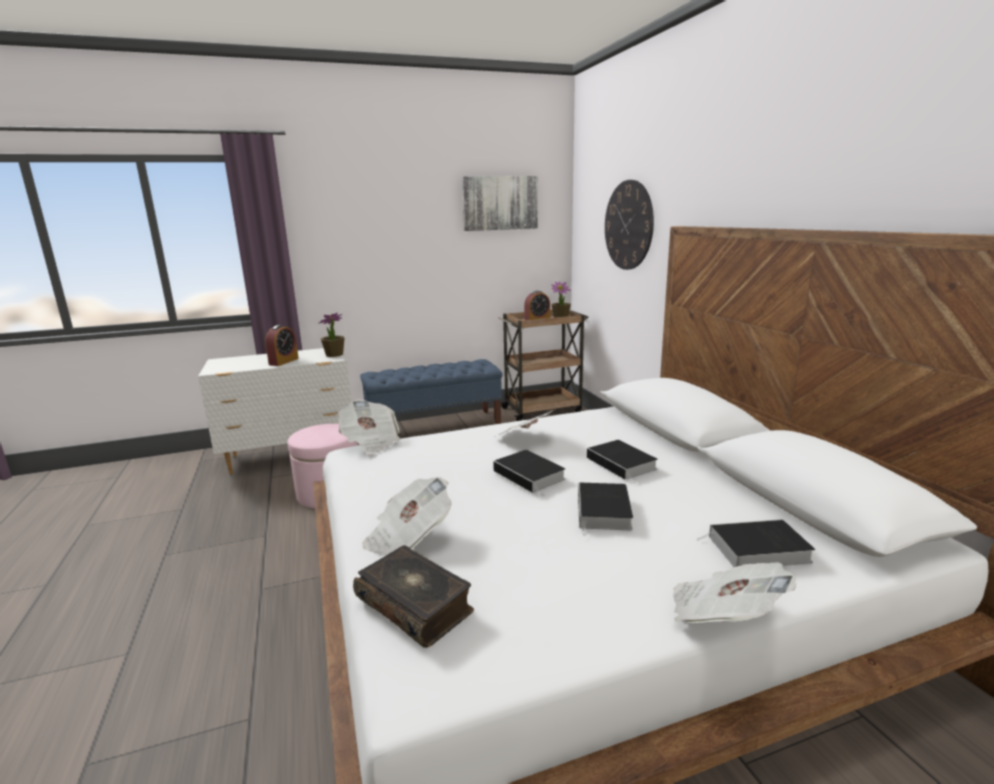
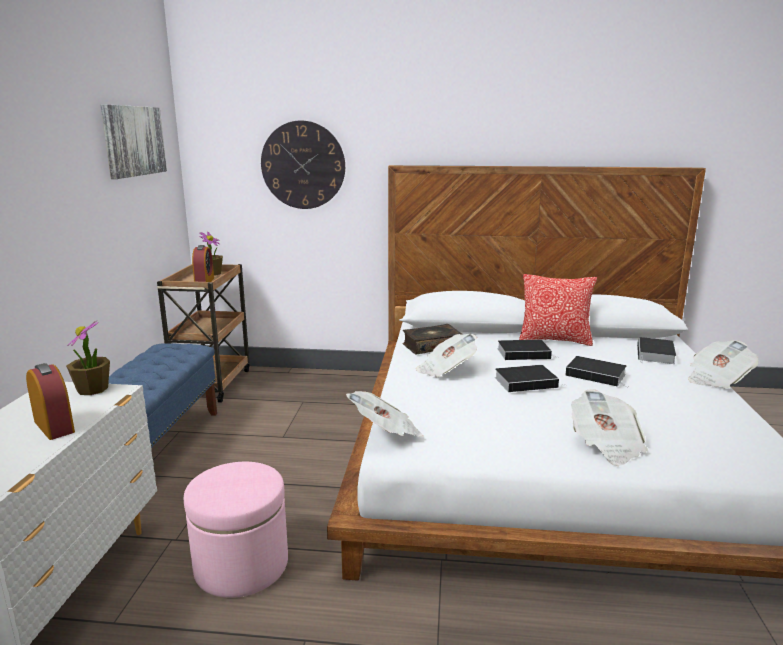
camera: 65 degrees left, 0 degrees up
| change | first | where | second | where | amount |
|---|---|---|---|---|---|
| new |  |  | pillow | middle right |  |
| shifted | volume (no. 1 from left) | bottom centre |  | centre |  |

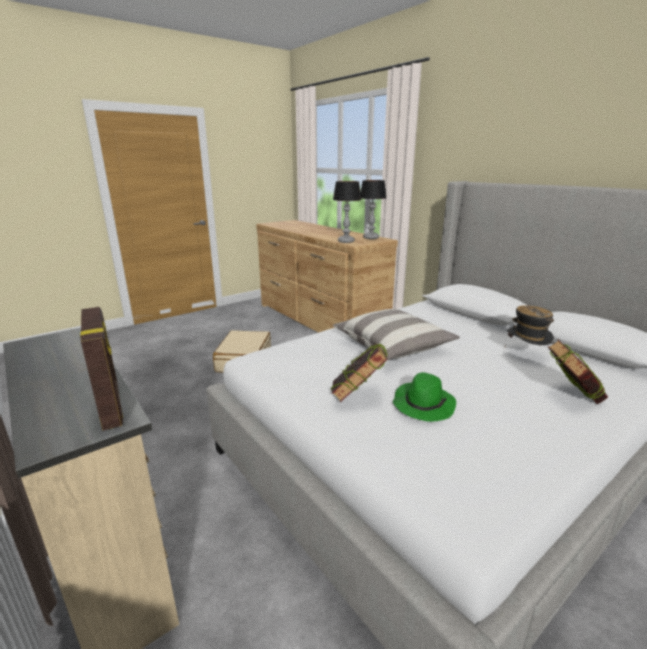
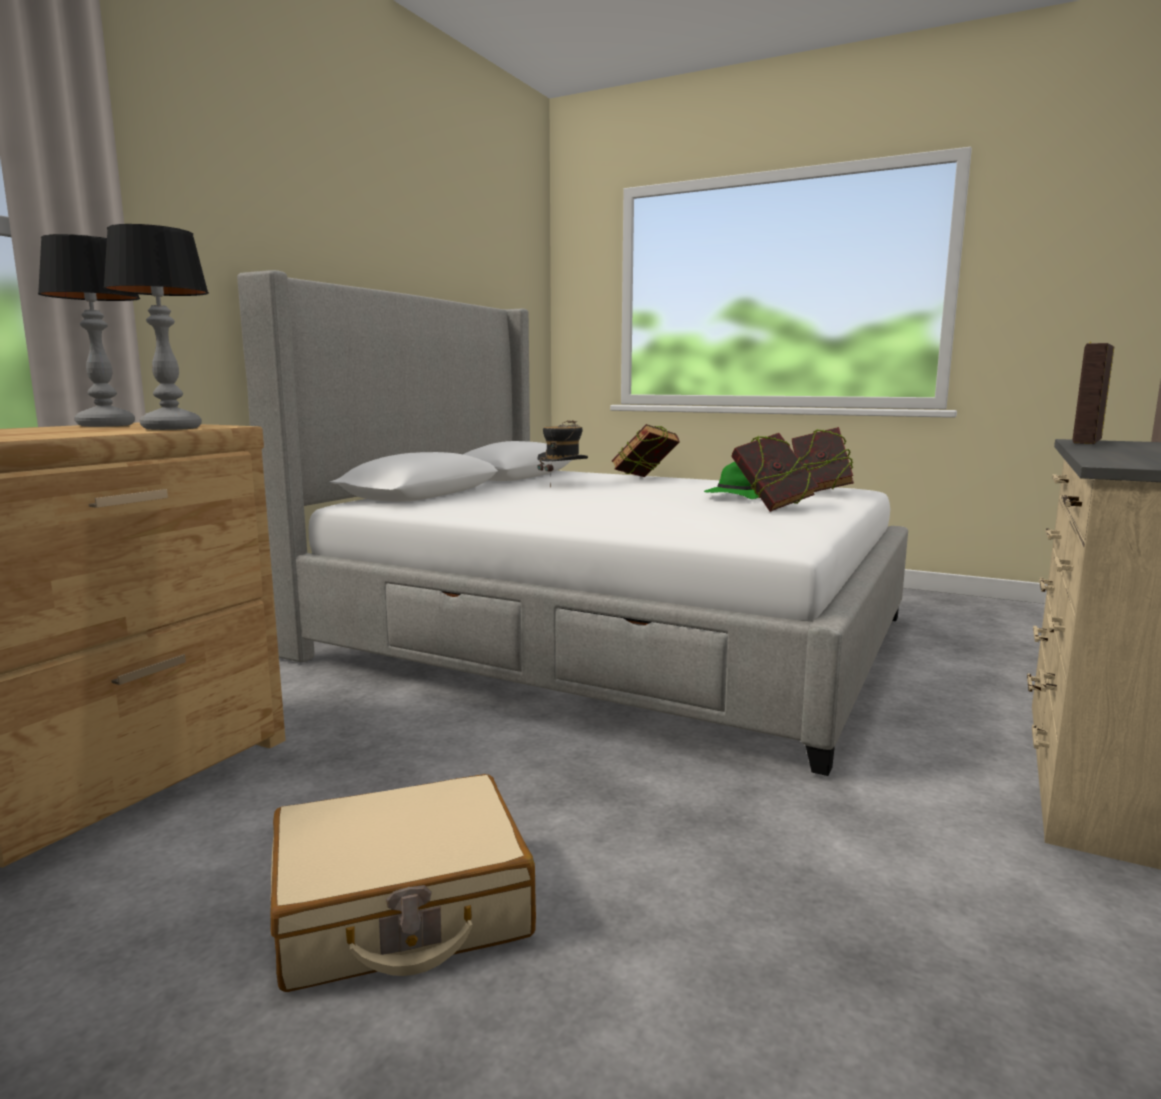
camera: 115 degrees left, 10 degrees down
| change | first | where | second | where | amount |
|---|---|---|---|---|---|
| gone | pillow | centre |  |  |  |
| new |  |  | volume (no. 3 from left) | middle right |  |

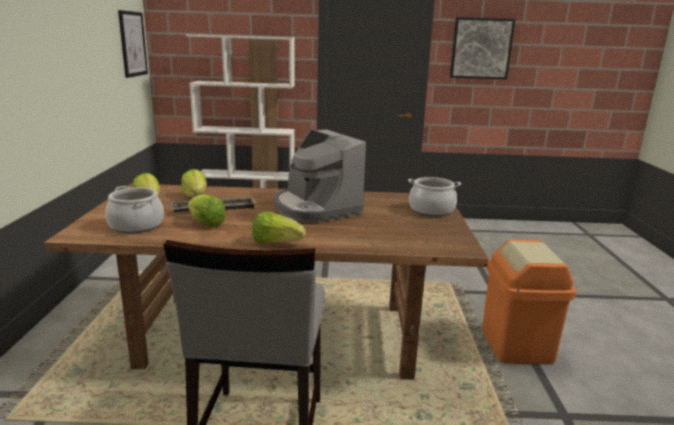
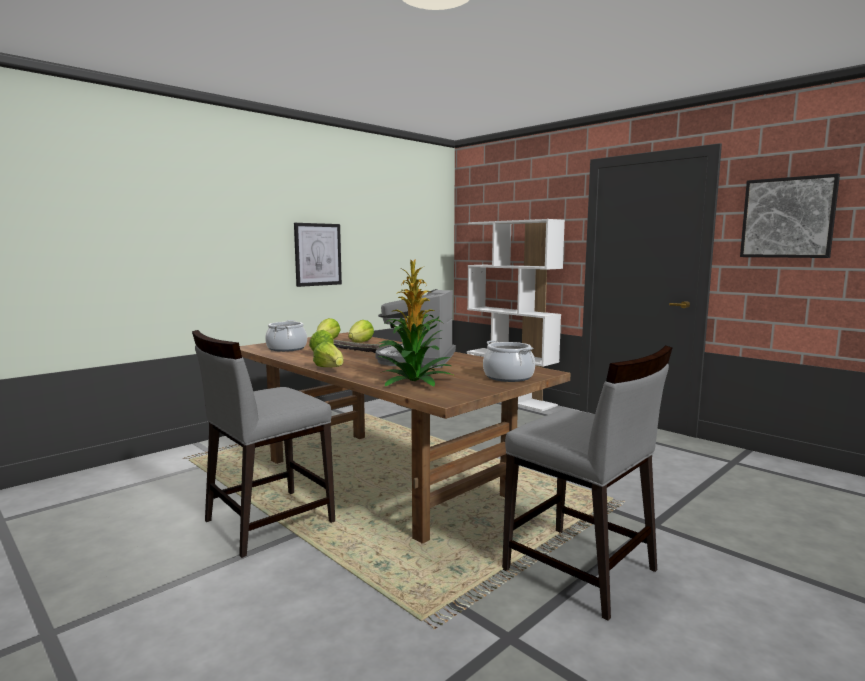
camera: 45 degrees right, 10 degrees down
| change | first | where | second | where | amount |
|---|---|---|---|---|---|
| new |  |  | houseplant | centre |  |
| shifted | picture (no. 1 from left) | top left |  | centre |  |
| swapped | rubbish bin in orangey | bottom right | plain chair in greyish (no. 2 from left) | bottom right |  |

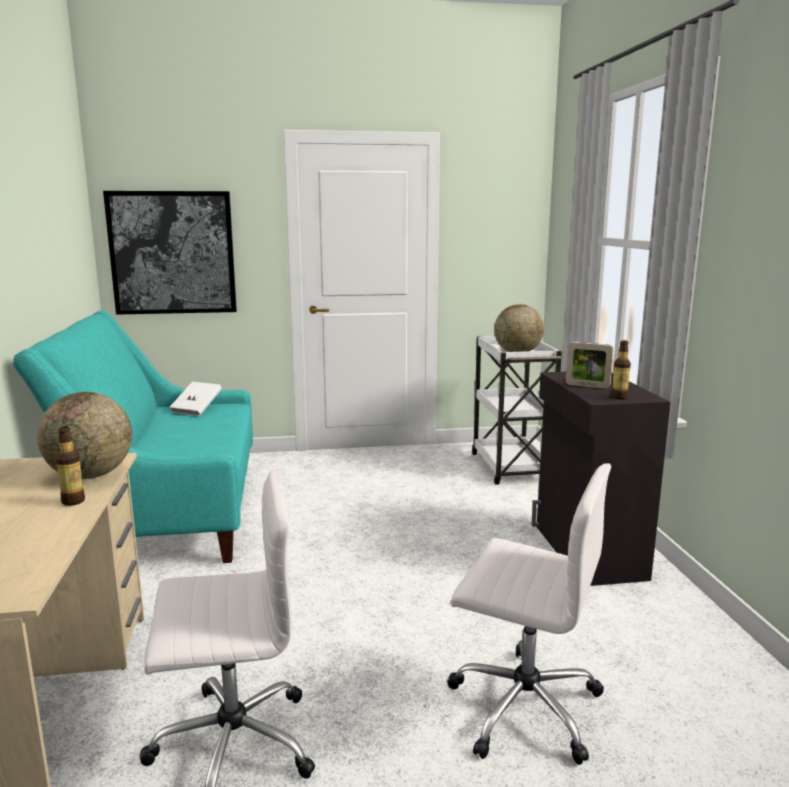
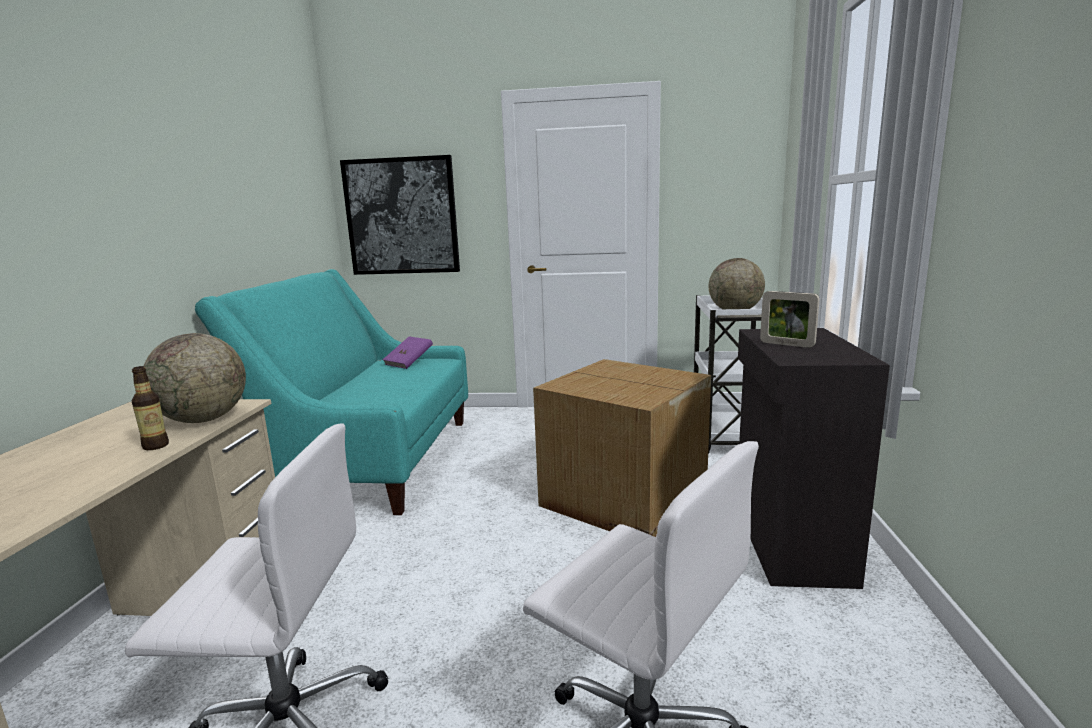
camera: 15 degrees right, 0 degrees up
| change | first | where | second | where | amount |
|---|---|---|---|---|---|
| gone | bottle (no. 2 from left) | middle right |  |  |  |
| new |  |  | cardboard box | centre |  |
| repainted | volume in whitish | middle left | volume in purple-coloured | centre |  |

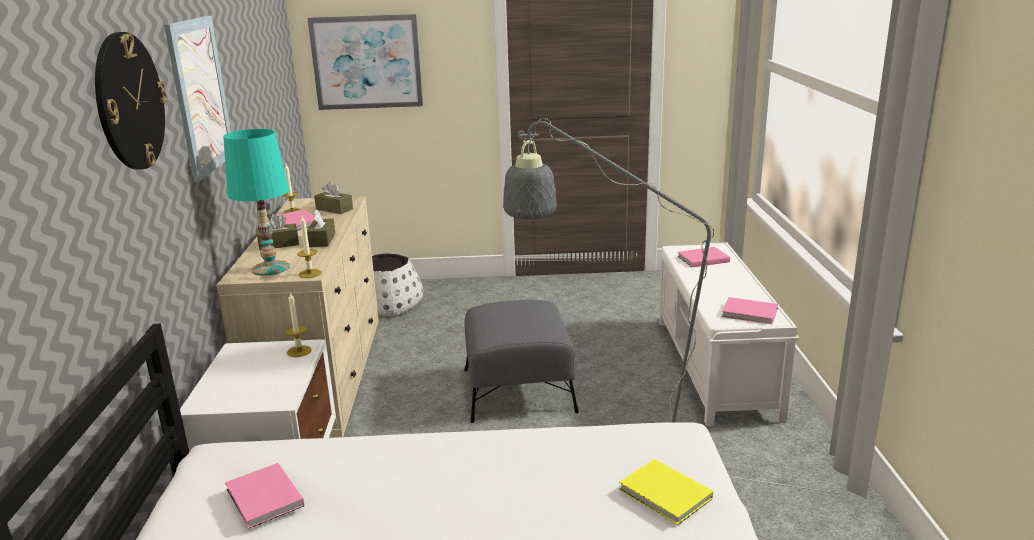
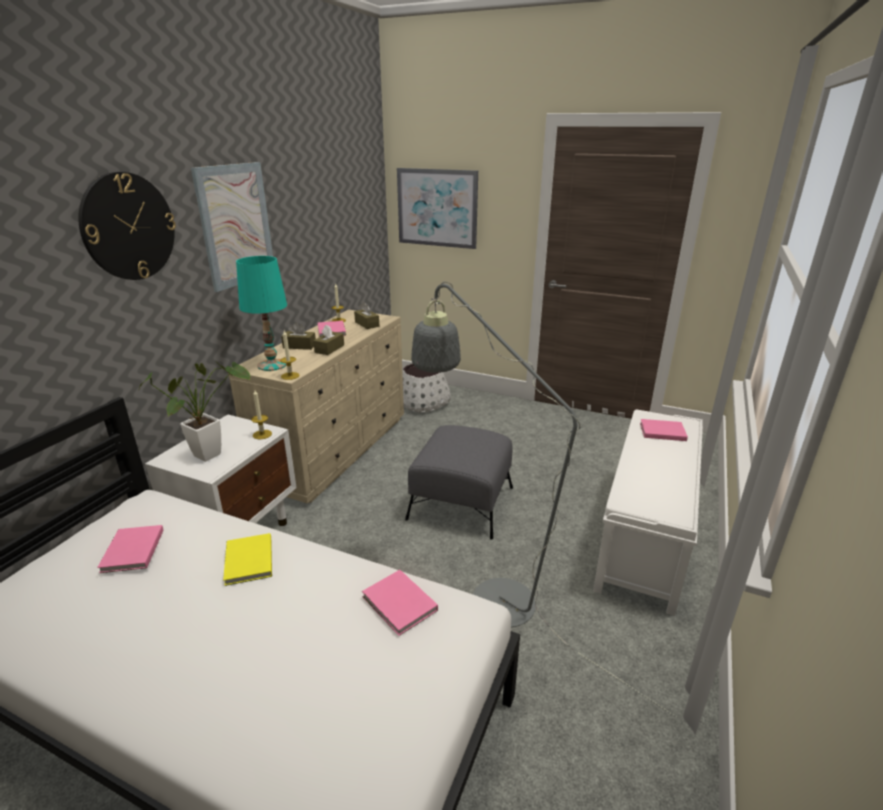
camera: 25 degrees right, 5 degrees up
| change | first | where | second | where | amount |
|---|---|---|---|---|---|
| new |  |  | houseplant | middle left |  |
| shifted | volume in yellowish | bottom centre |  | bottom left |  |
| shifted | volume in pink (no. 4 from left in the first image) | middle right | volume in pink (no. 3 from left) | bottom centre |  |

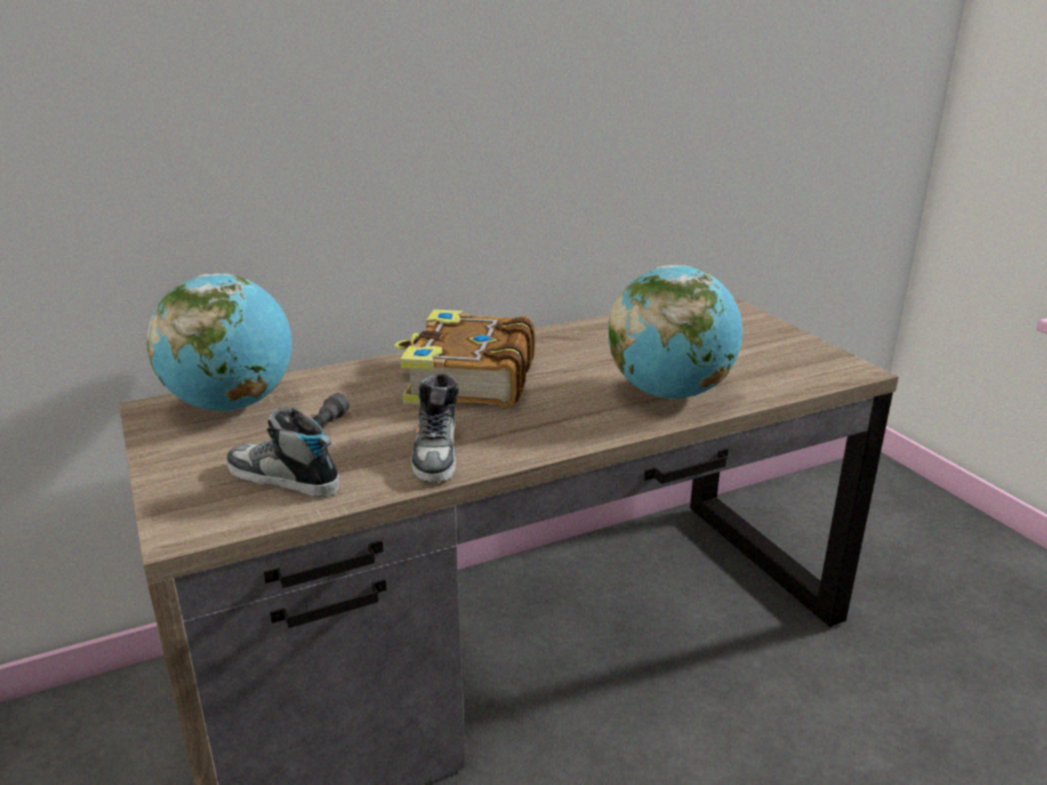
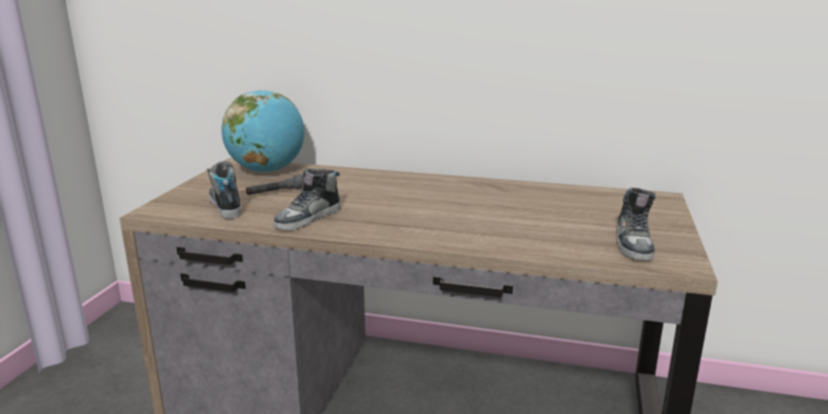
camera: 40 degrees right, 5 degrees down
| change | first | where | second | where | amount |
|---|---|---|---|---|---|
| gone | volume | centre |  |  |  |
| gone | globe (no. 2 from left) | centre |  |  |  |
| new |  |  | low shoe (no. 3 from left) | middle right |  |

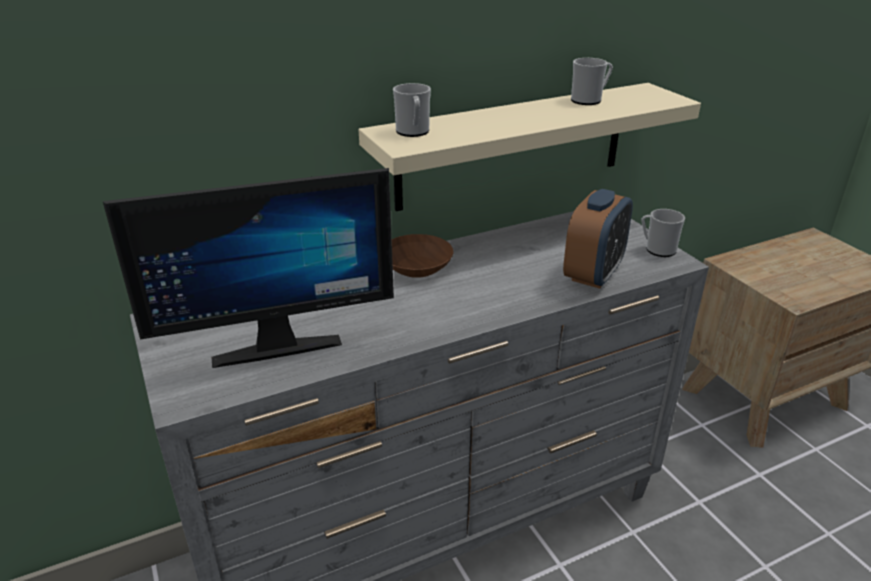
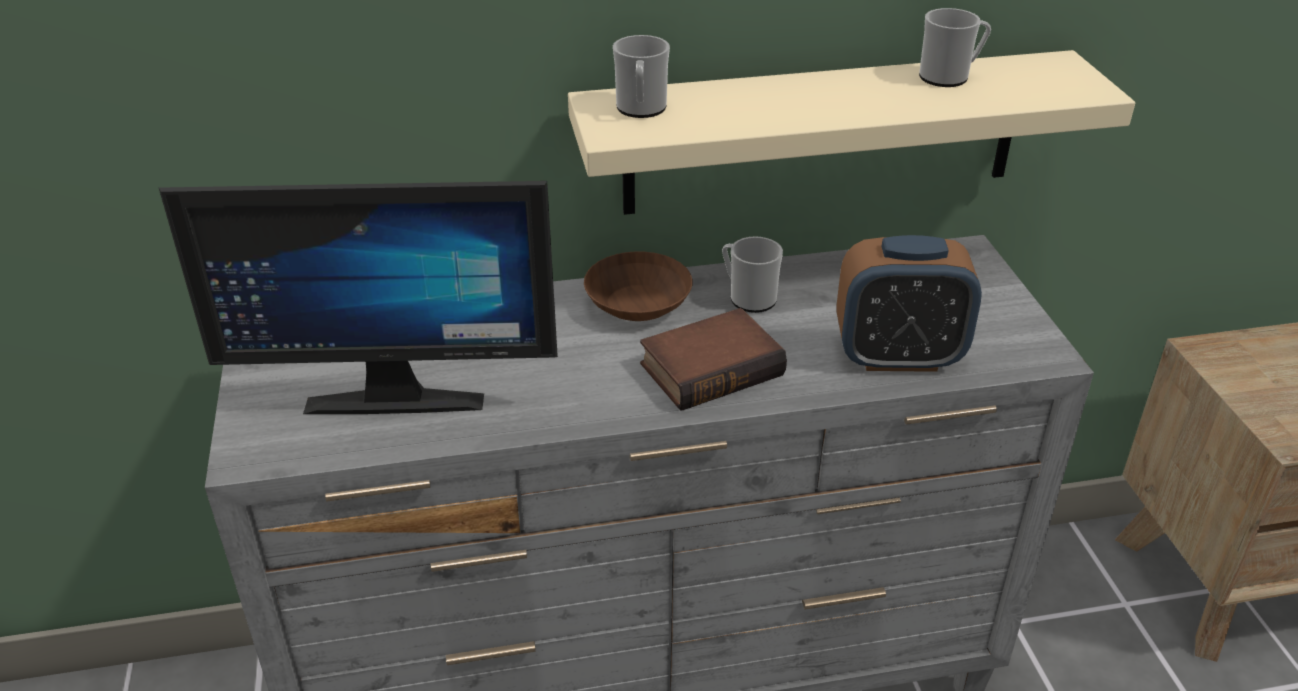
camera: 15 degrees right, 5 degrees up
| change | first | where | second | where | amount |
|---|---|---|---|---|---|
| new |  |  | volume | centre |  |
| shifted | tea mug (no. 3 from left in the first image) | middle right | tea mug (no. 2 from left) | centre |  |
| rotated | table clock | middle right |  | middle right | 45 degrees clockwise |

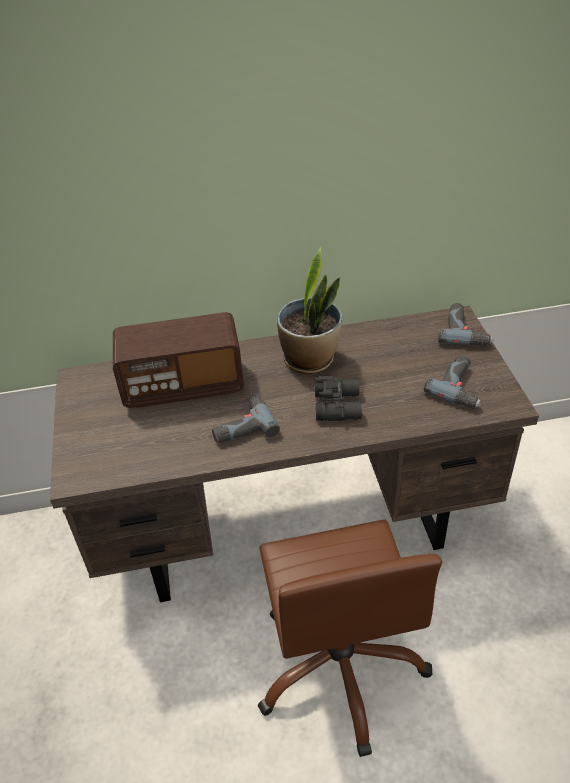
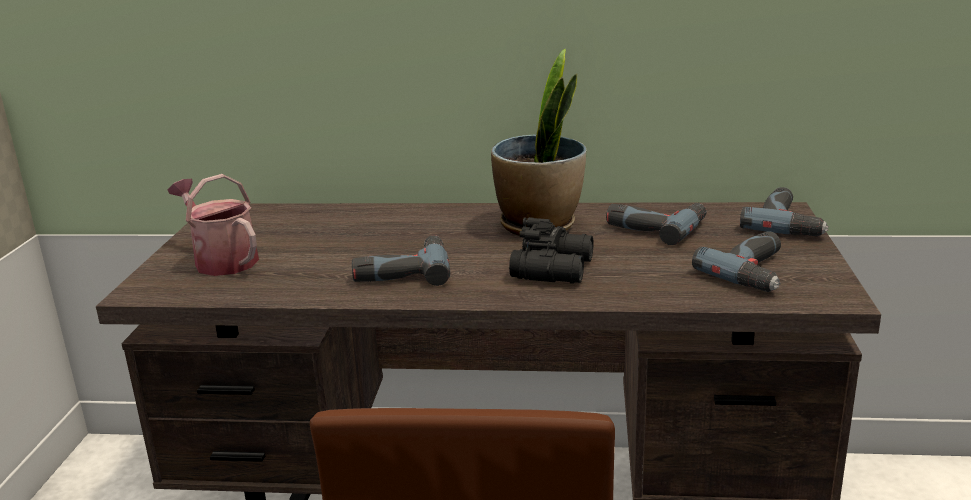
camera: 15 degrees right, 20 degrees down
| change | first | where | second | where | amount |
|---|---|---|---|---|---|
| gone | radio set | middle left |  |  |  |
| new |  |  | watering pot | middle left |  |
| new |  |  | power drill (no. 2 from left) | middle right |  |

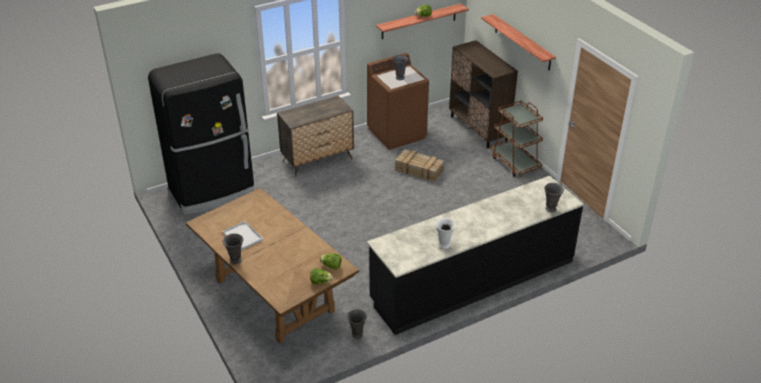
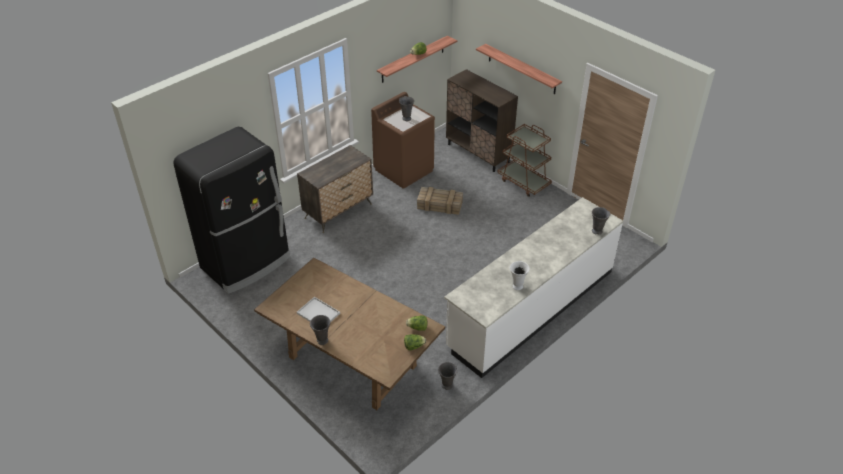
camera: 15 degrees left, 5 degrees up
| change | first | where | second | where | amount |
|---|---|---|---|---|---|
| repainted | kitchen counter in black-coloured | centre | kitchen counter in whitish | centre |  |

